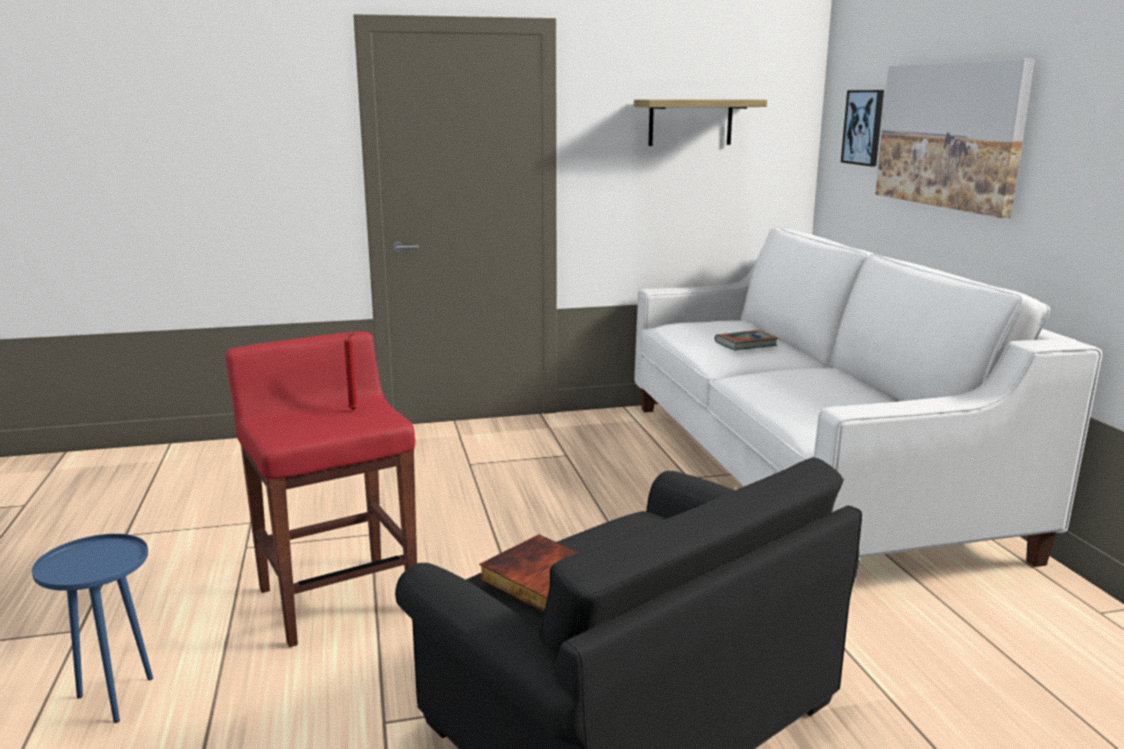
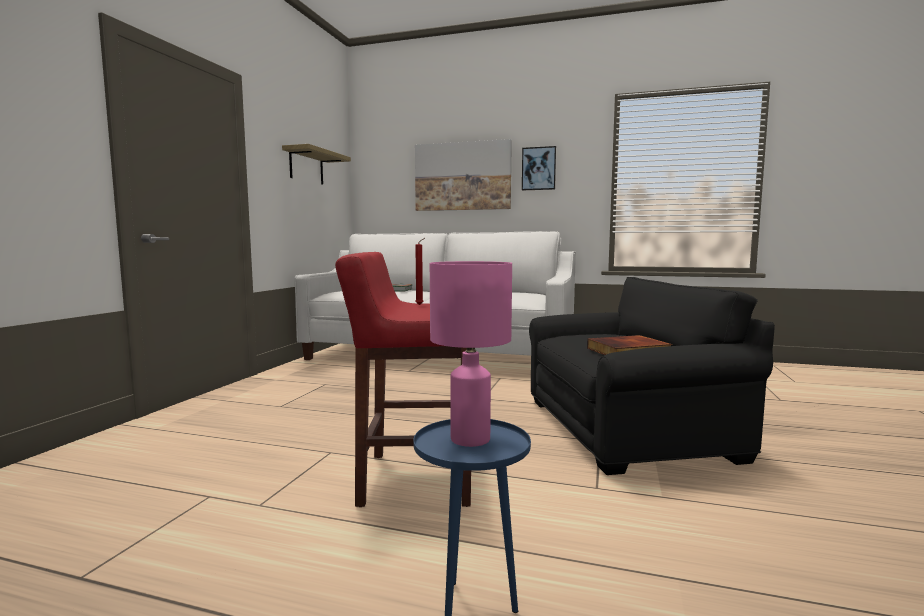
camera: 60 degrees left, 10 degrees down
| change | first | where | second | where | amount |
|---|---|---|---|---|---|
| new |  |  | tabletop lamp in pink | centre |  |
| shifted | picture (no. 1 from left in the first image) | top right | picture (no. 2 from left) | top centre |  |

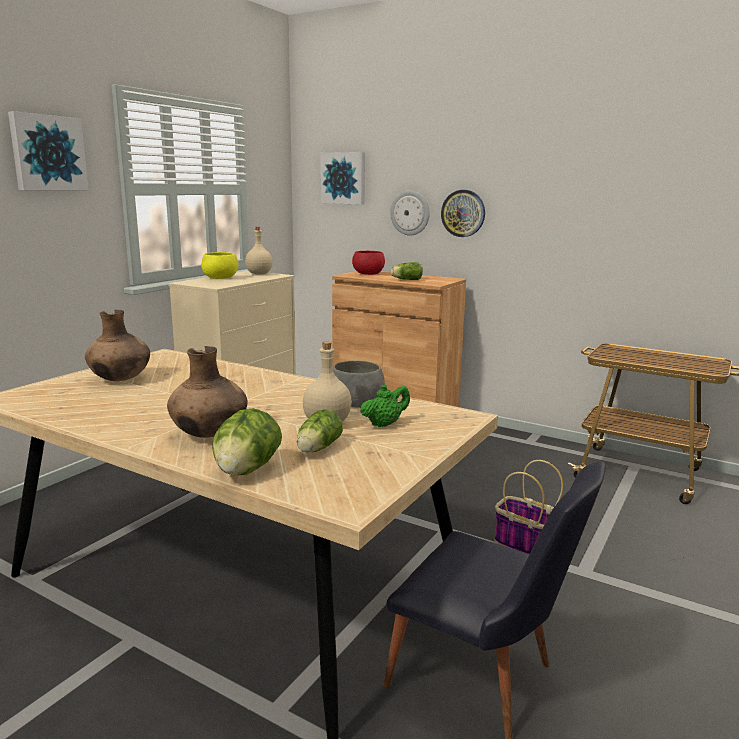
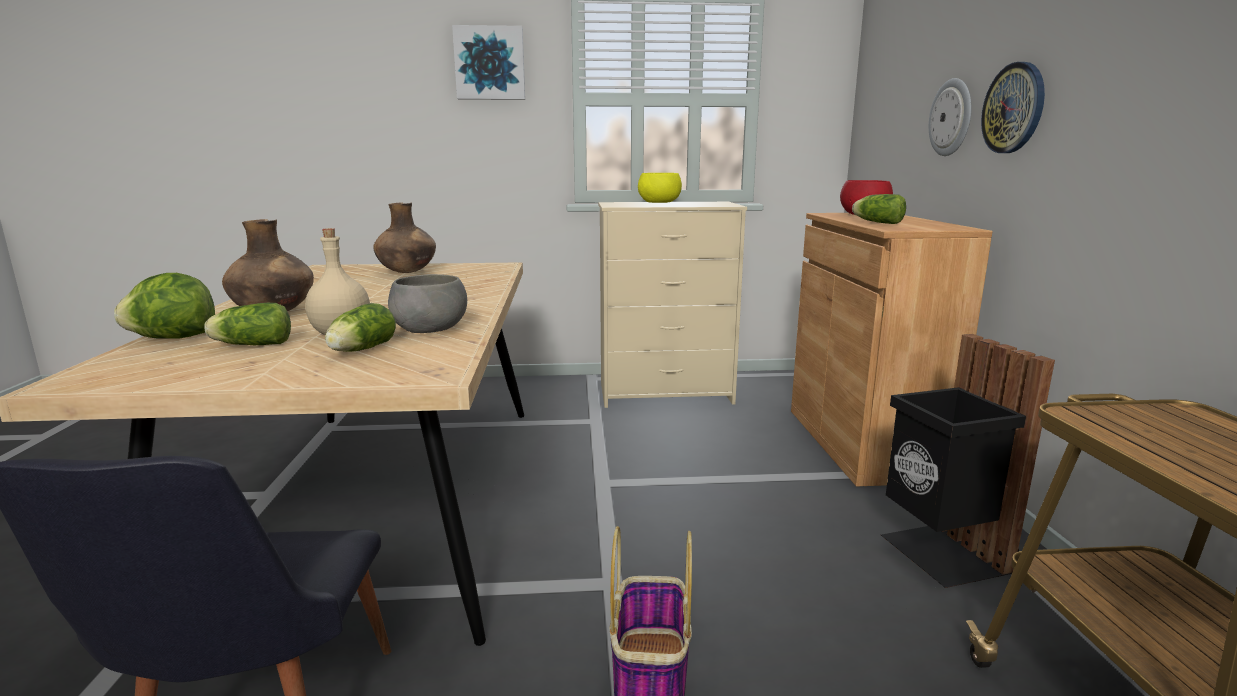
camera: 55 degrees right, 0 degrees up
| change | first | where | second | where | amount |
|---|---|---|---|---|---|
| gone | bottle in beige (no. 1 from left) | centre |  |  |  |
| gone | picture (no. 2 from left) | top centre |  |  |  |
| new |  |  | rubbish bin in black-coloured | middle right |  |
| swapped | teapot in green-coloured | centre | lettuce (no. 3 from left) | middle left |  |

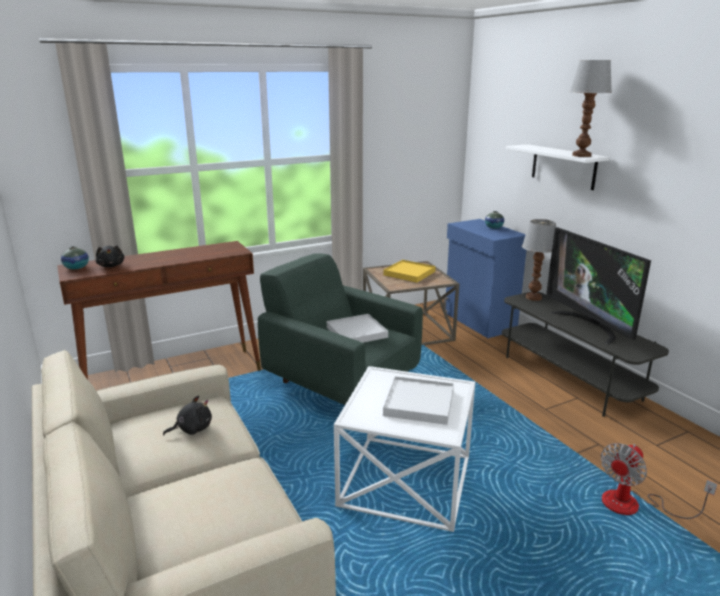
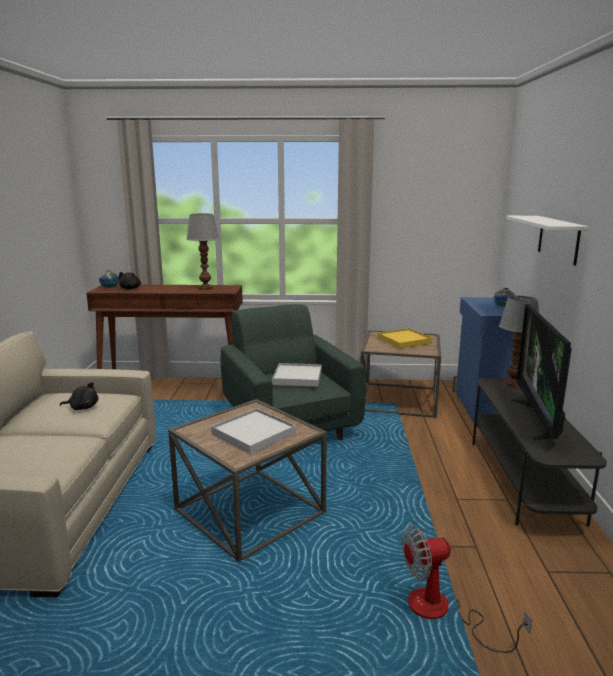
camera: 30 degrees right, 5 degrees down
| change | first | where | second | where | amount |
|---|---|---|---|---|---|
| shifted | tabletop lamp (no. 2 from left in the first image) | top right | tabletop lamp (no. 1 from left) | middle left |  |
| repainted | side table in whitish | bottom centre | side table in brownish (no. 1 from left) | bottom centre |  |

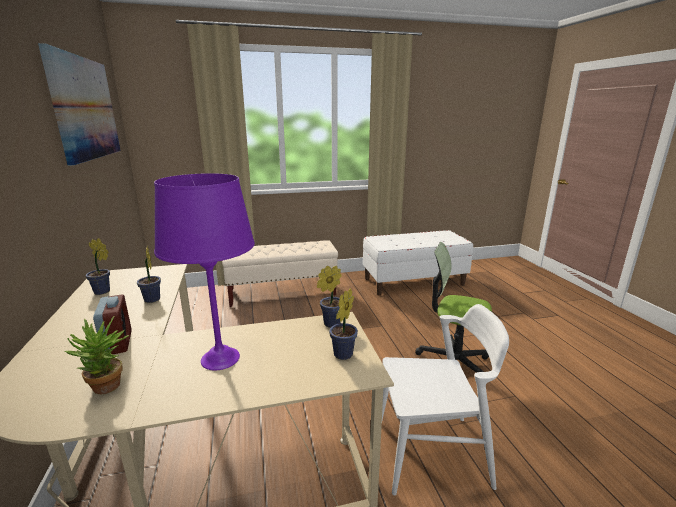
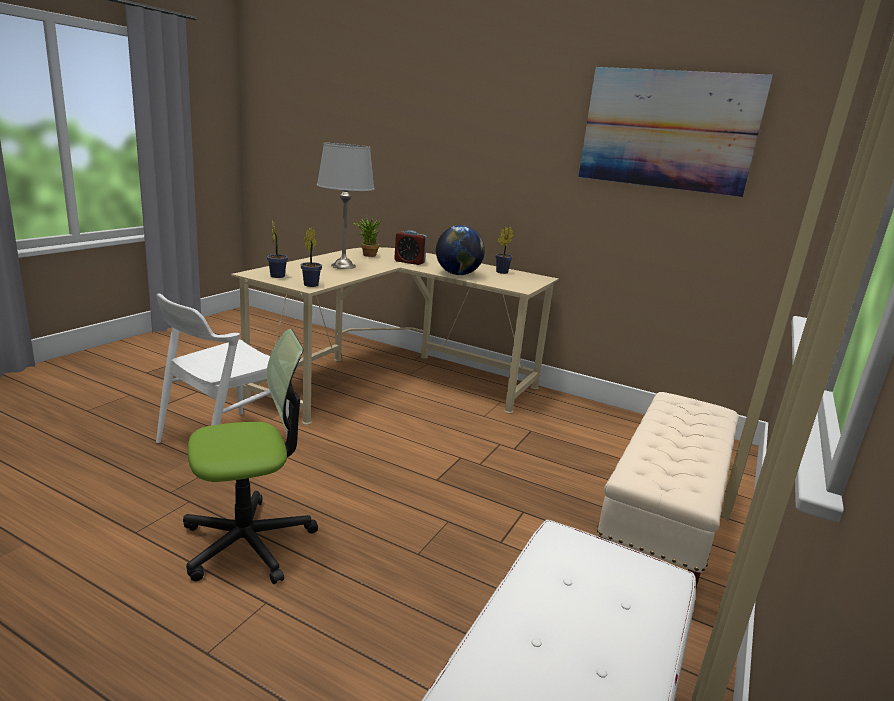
camera: 130 degrees right, 0 degrees up
| change | first | where | second | where | amount |
|---|---|---|---|---|---|
| swapped | houseplant (no. 3 from left) | middle left | globe | centre |  |
| repainted | tabletop lamp in purple-coloured | middle left | tabletop lamp in greyish | top centre |  |

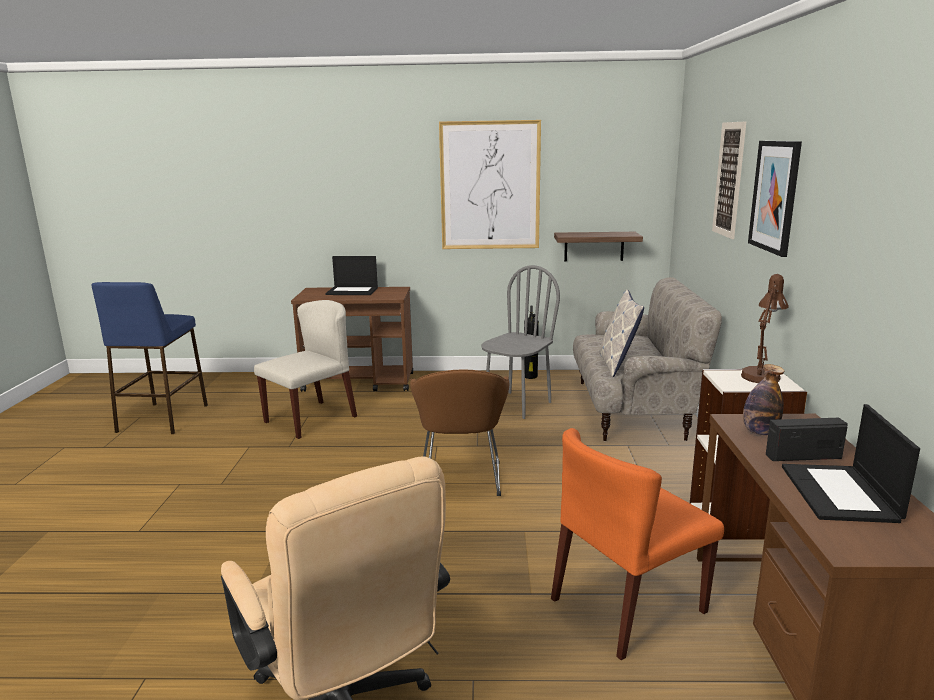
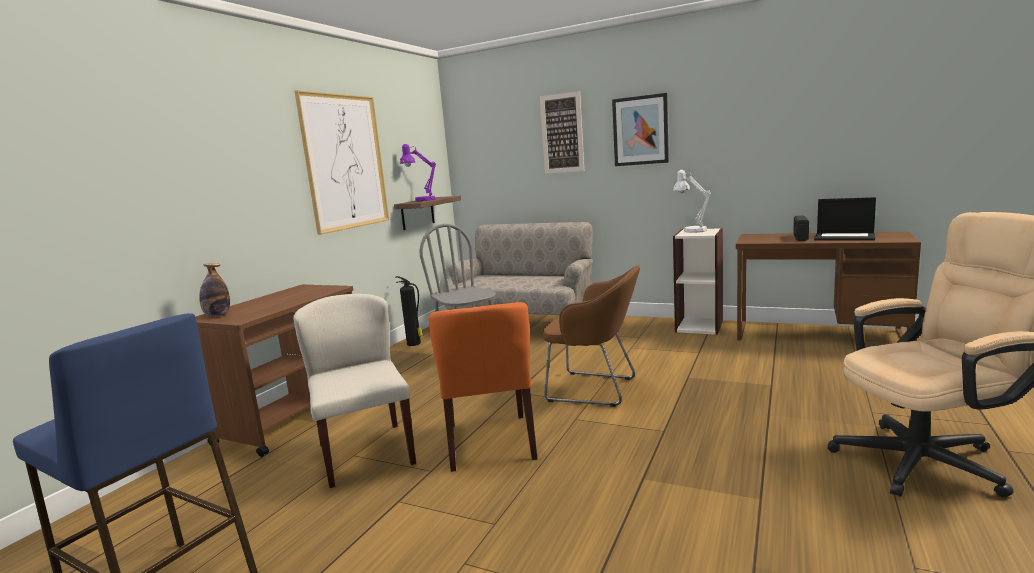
camera: 65 degrees left, 5 degrees down
| change | first | where | second | where | amount |
|---|---|---|---|---|---|
| gone | laptop (no. 1 from left) | centre |  |  |  |
| gone | pillow | centre |  |  |  |
| new |  |  | tabletop lamp in purple-coloured | top centre |  |
| shifted | plain chair in orangey | bottom right |  | bottom centre |  |
| shifted | bottle | middle right |  | middle left |  |
| repainted | tabletop lamp in brownish | middle right | tabletop lamp in whitish | middle right |  |

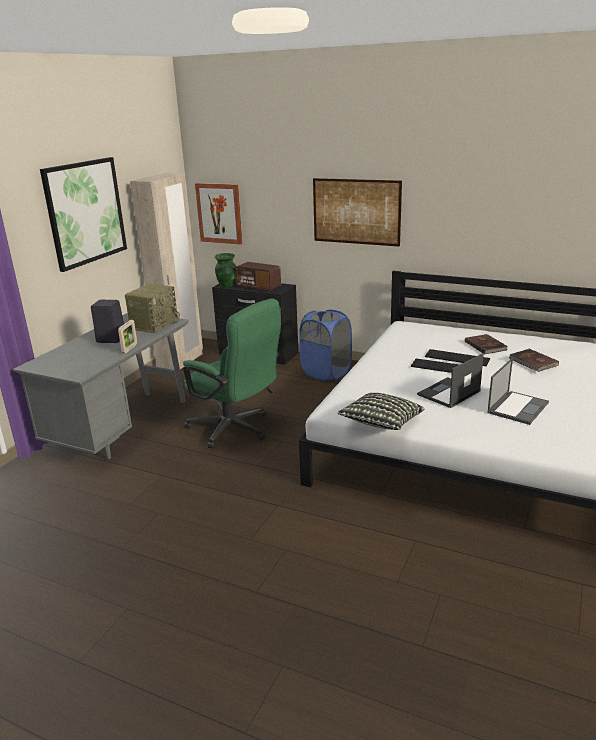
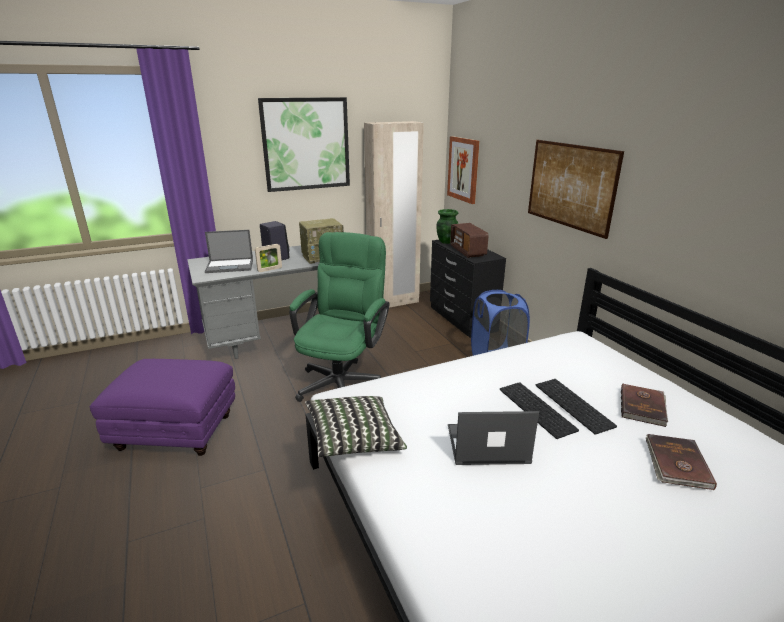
camera: 40 degrees right, 0 degrees up
| change | first | where | second | where | amount |
|---|---|---|---|---|---|
| new |  |  | pouffe in purple-coloured | middle left |  |
| shifted | laptop (no. 2 from left in the first image) | middle right | laptop (no. 1 from left) | middle left |  |
| rotated | computer chair in green-coloured | centre |  | centre | 150 degrees counterclockwise |

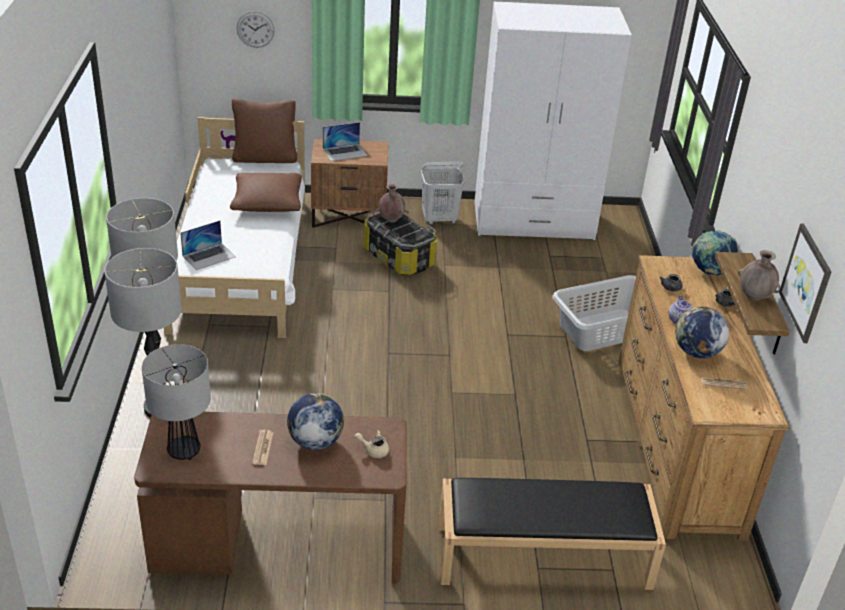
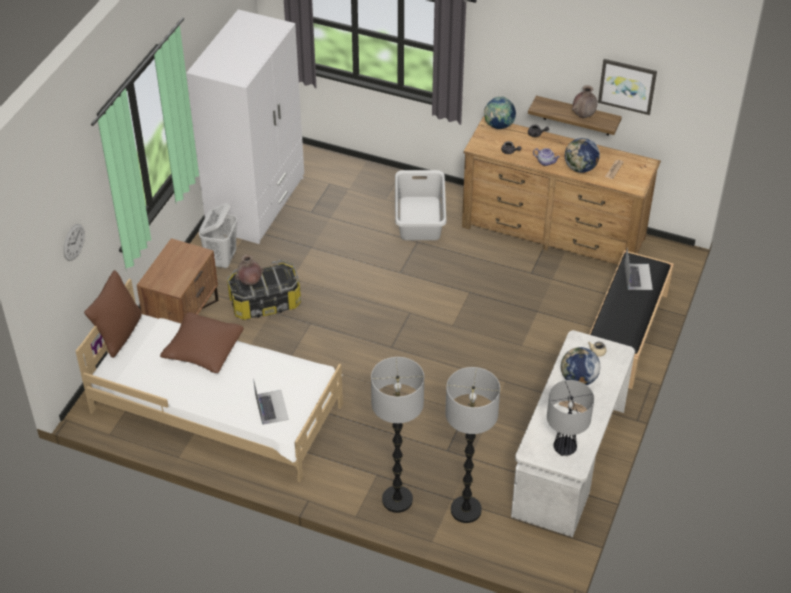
camera: 65 degrees left, 10 degrees up
| change | first | where | second | where | amount |
|---|---|---|---|---|---|
| shifted | laptop (no. 2 from left) | top centre |  | middle right |  |
| repainted | desk unit in brownish | bottom left | desk unit in whitish | bottom right |  |

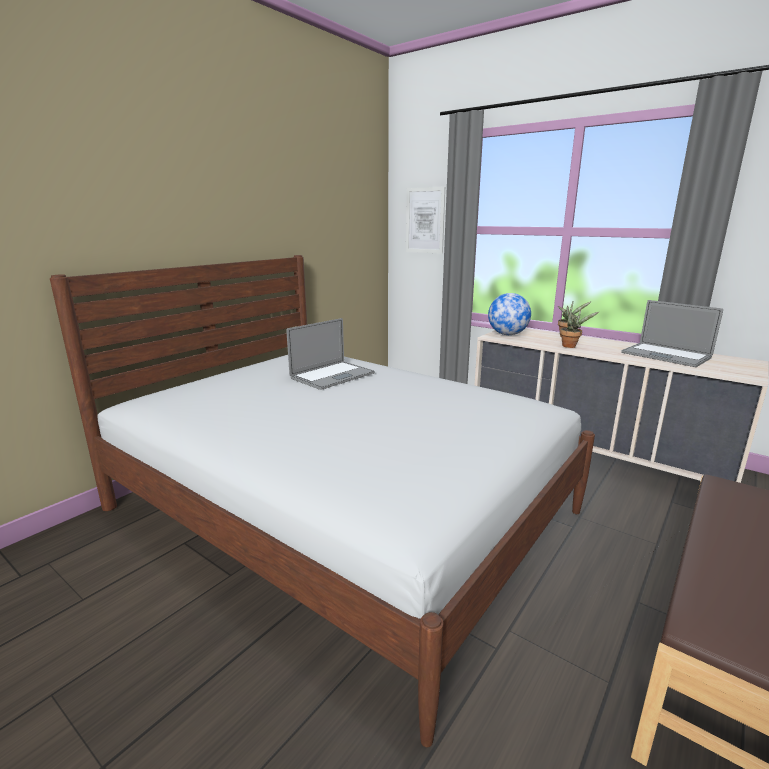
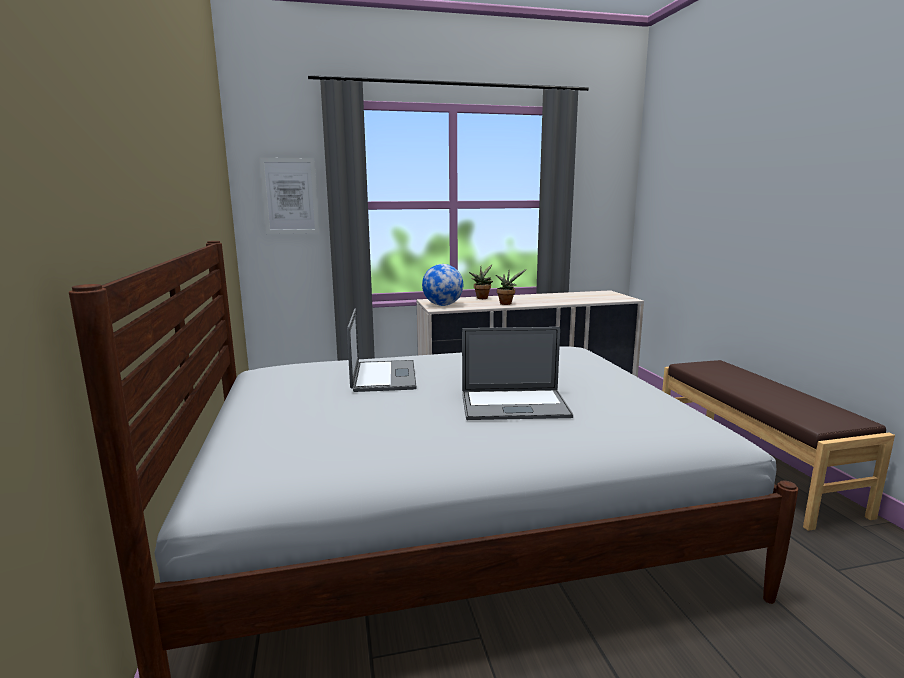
camera: 50 degrees left, 5 degrees down
| change | first | where | second | where | amount |
|---|---|---|---|---|---|
| shifted | laptop (no. 2 from left) | middle right |  | centre |  |

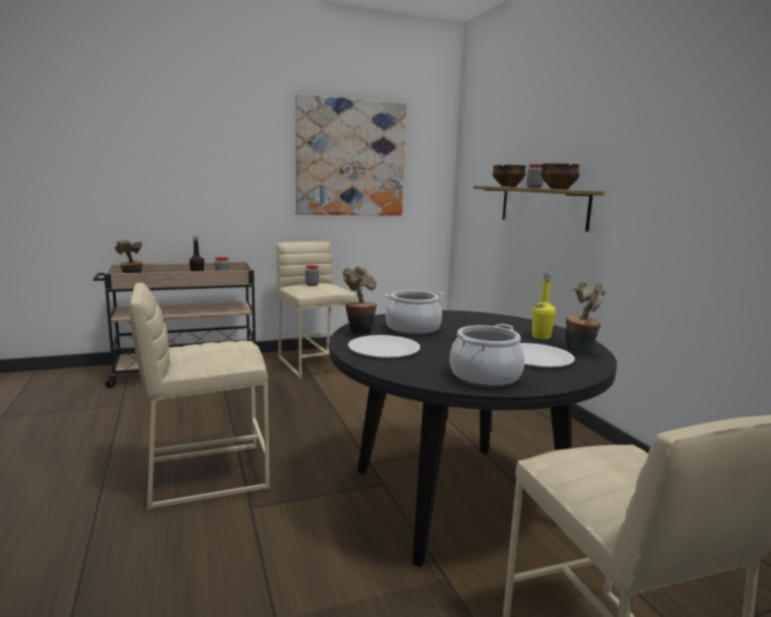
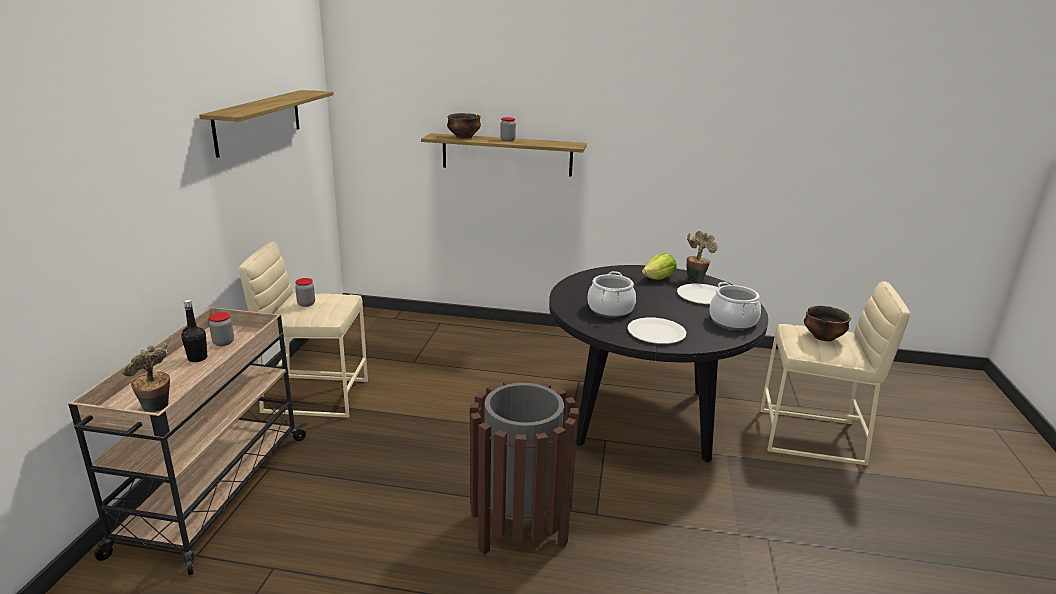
camera: 60 degrees left, 10 degrees up
| change | first | where | second | where | amount |
|---|---|---|---|---|---|
| gone | houseplant (no. 2 from left) | centre |  |  |  |
| shifted | bowl (no. 2 from left) | top right |  | middle right |  |
| swapped | stool in beige (no. 1 from left) | middle left | rubbish bin in brownish | bottom centre |  |
| swapped | picture | top centre | bracket shelf (no. 1 from left) | top left |  |
| swapped | bottle in yellowish | middle right | lettuce | centre |  |

